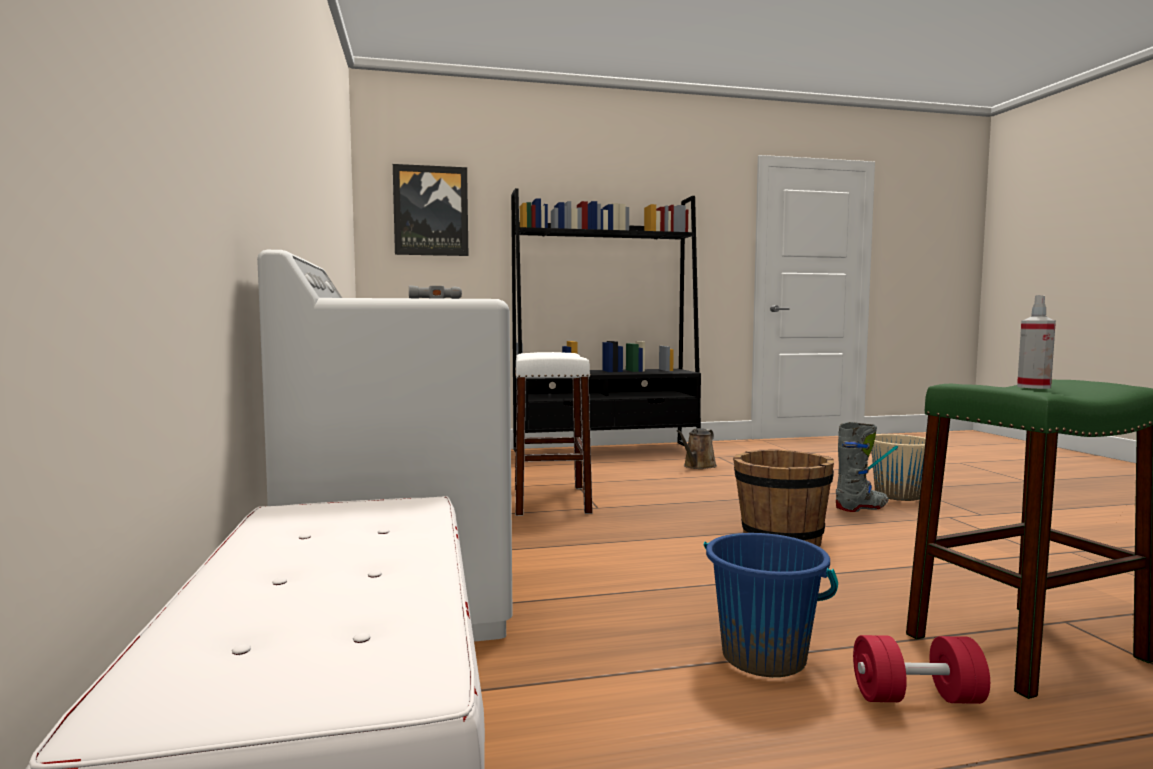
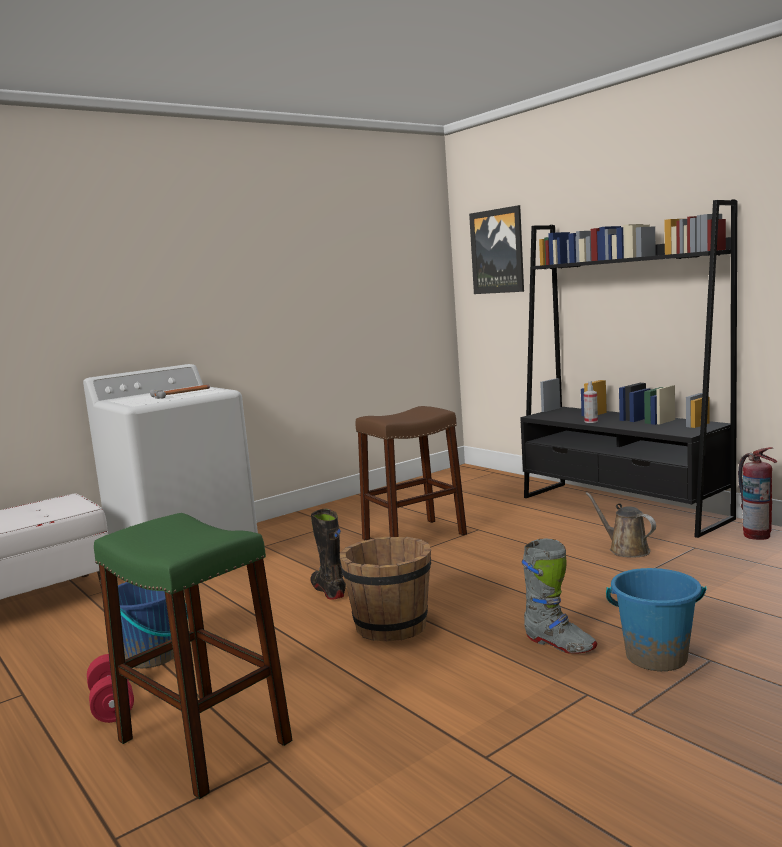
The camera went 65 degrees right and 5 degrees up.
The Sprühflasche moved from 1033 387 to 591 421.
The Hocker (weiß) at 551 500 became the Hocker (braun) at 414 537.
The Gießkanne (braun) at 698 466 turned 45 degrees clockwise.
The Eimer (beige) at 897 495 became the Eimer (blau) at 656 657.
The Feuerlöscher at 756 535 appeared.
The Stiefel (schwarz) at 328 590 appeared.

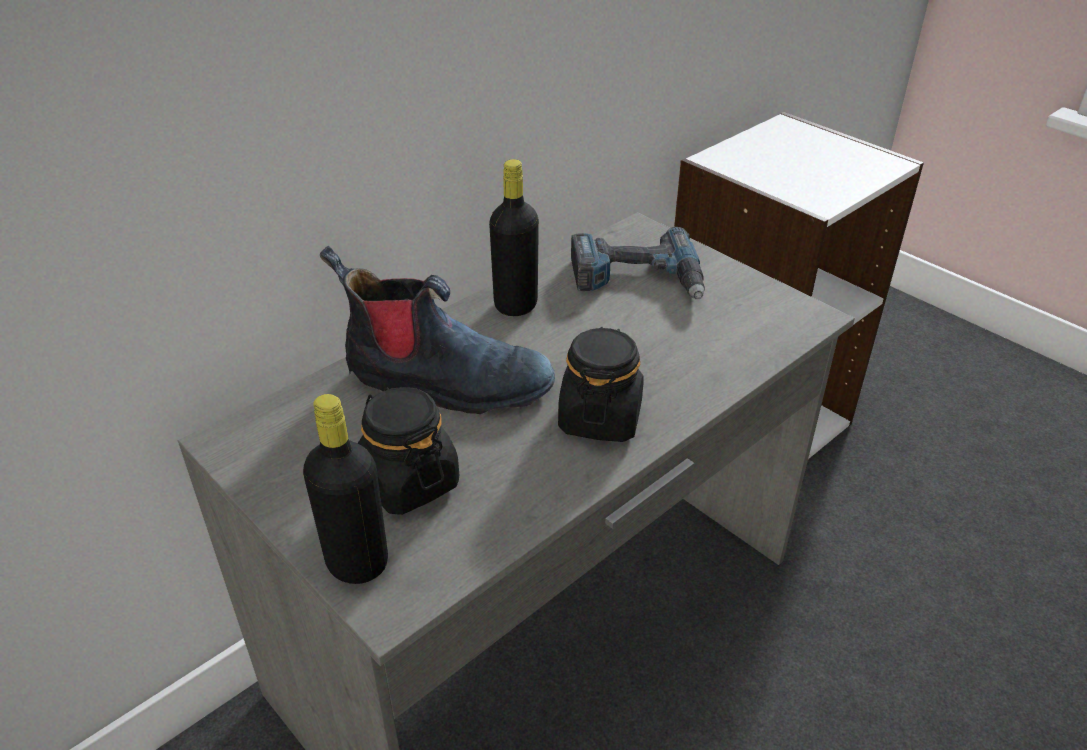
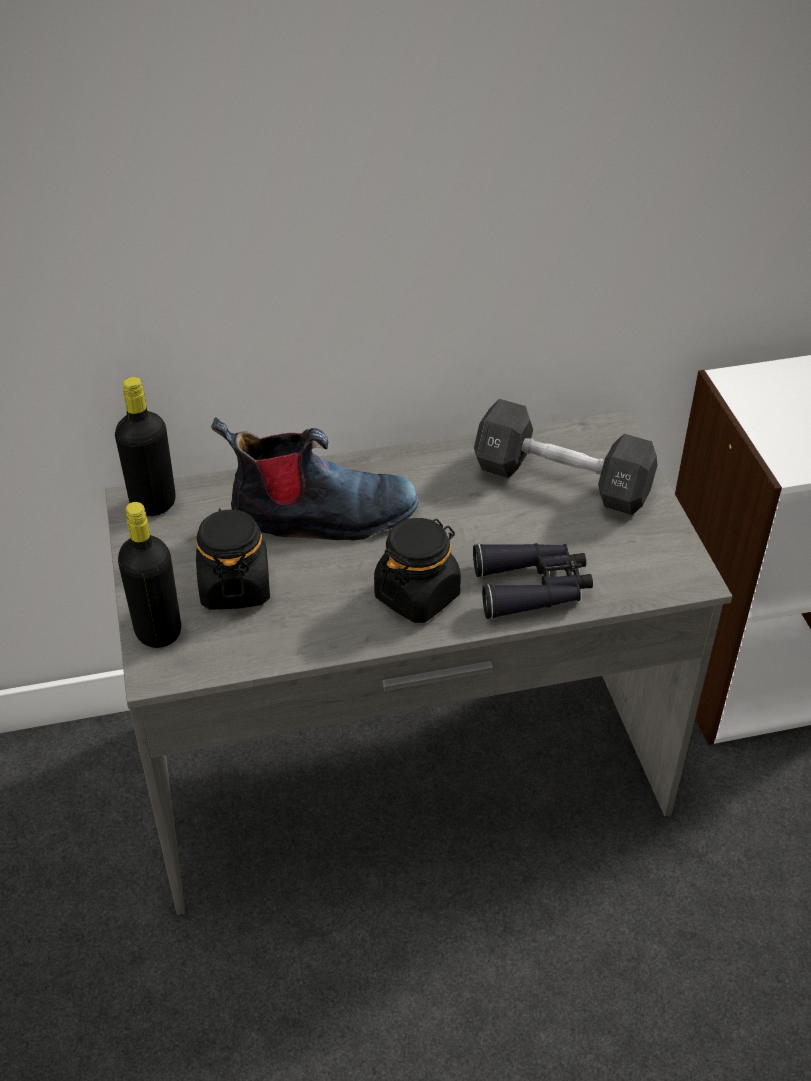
The camera went 30 degrees right and 5 degrees up.
The Flasche (schwarz) moved from 515 305 to 153 504.
The Bohrmaschine at 637 279 was replaced by the Hantel (schwarz) at 562 481.
The Stiefel at 445 384 turned 45 degrees counterclockwise.
The Fernglas (schwarz) at 532 588 appeared.

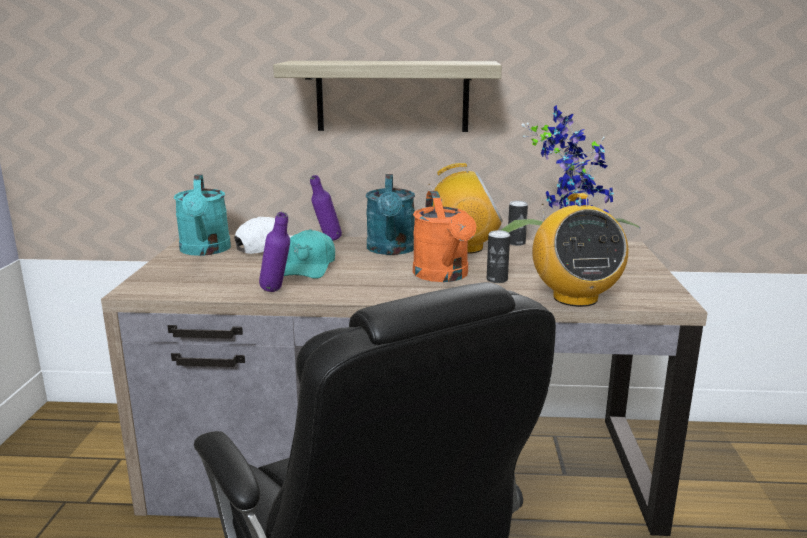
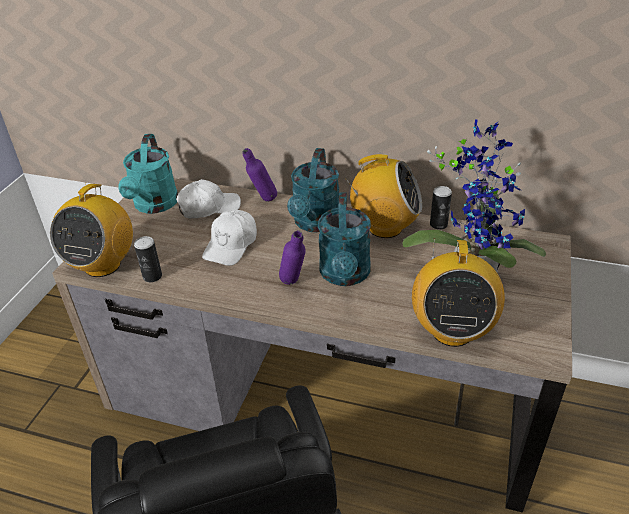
The camera went 15 degrees right and 20 degrees up.
The Wandregal at 392 96 disappeared.
The Gießkanne (orange) at 444 276 became the Gießkanne (türkis) at 345 275.
The Flasche (lila) moved from 277 292 to 294 285.
The Kappe (türkis) at 308 267 became the Kappe (weiß) at 231 245.
The Dose moved from 497 279 to 152 276.
The Radio at 102 265 appeared.

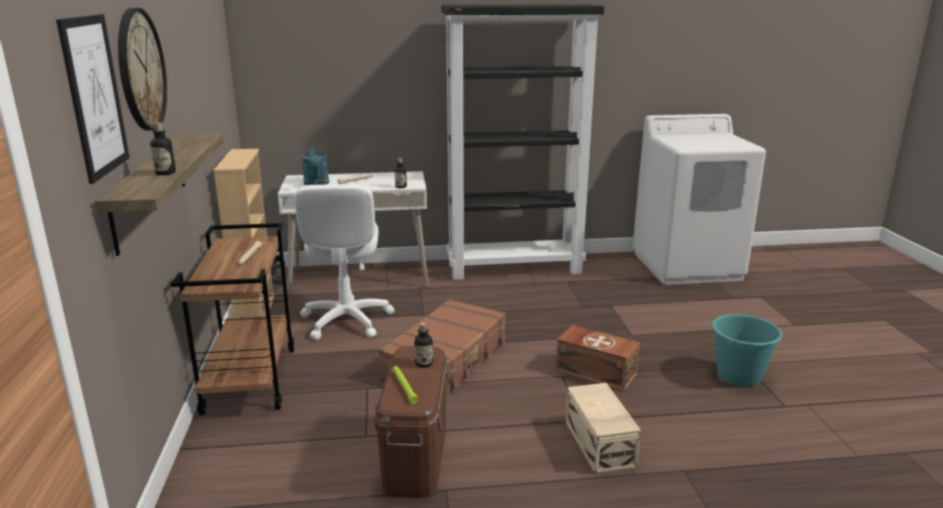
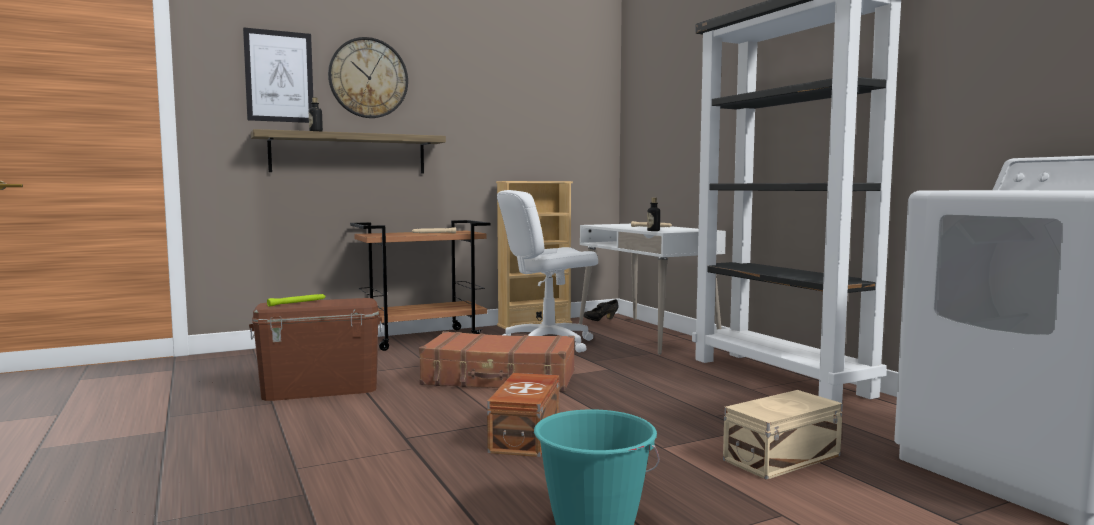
The camera went 70 degrees right and 15 degrees down.
The Gießkanne (türkis) at 316 184 disappeared.
The Flasche at 424 364 disappeared.
The Aufbewahrungsbox (beige) moved from 598 444 to 779 457.

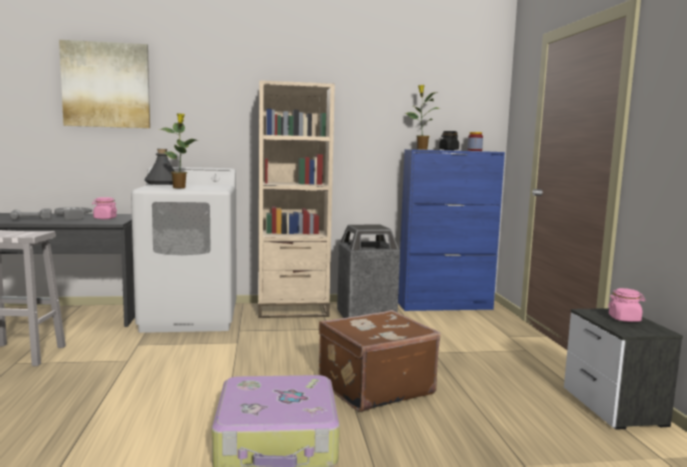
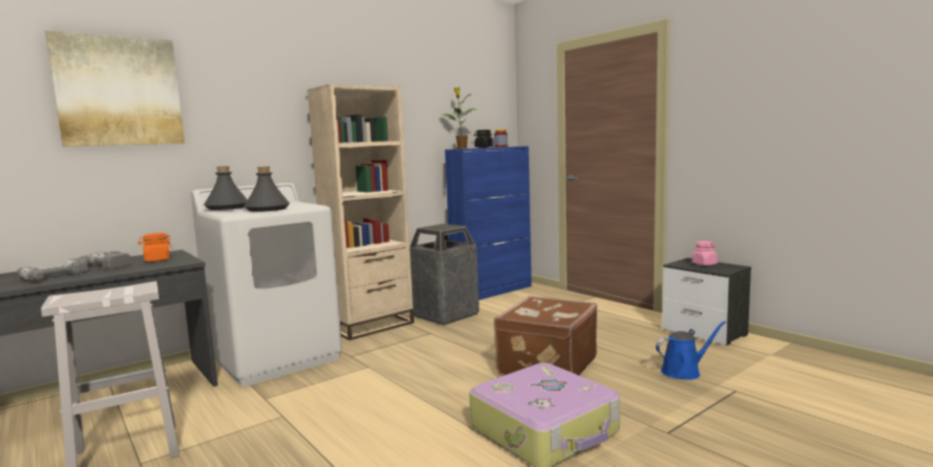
The camera went 30 degrees left and 0 degrees up.
The Topfpflanze at 180 188 was replaced by the Flasche (grau) at 267 209.
The Vorratsglas (rosa) at 105 218 became the Vorratsglas (orange) at 157 260.
The Gießkanne (blau) at 684 371 appeared.

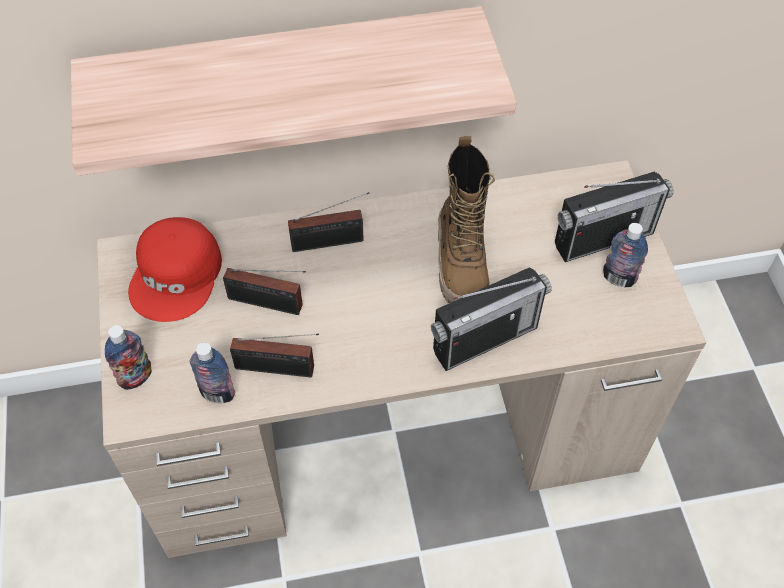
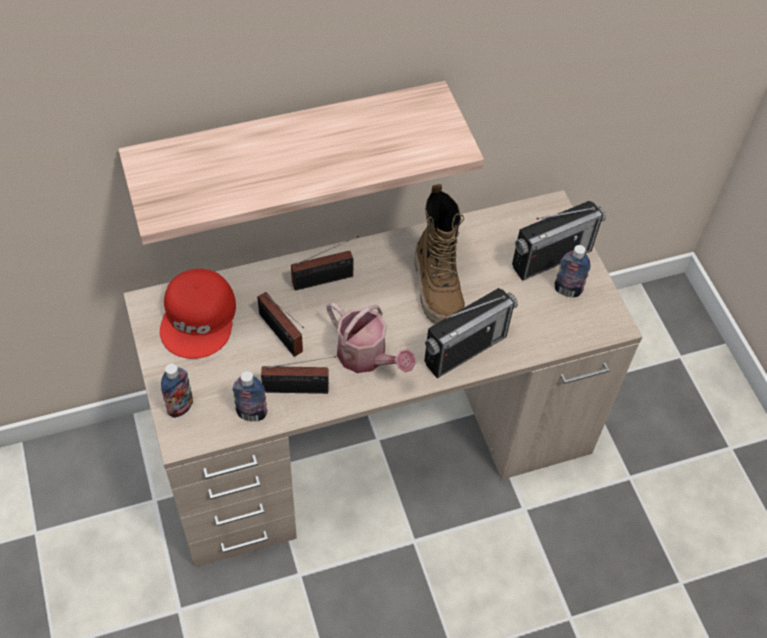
The camera went 10 degrees left and 0 degrees up.
The Radio at 269 304 turned 45 degrees clockwise.
The Gießkanne at 367 357 appeared.

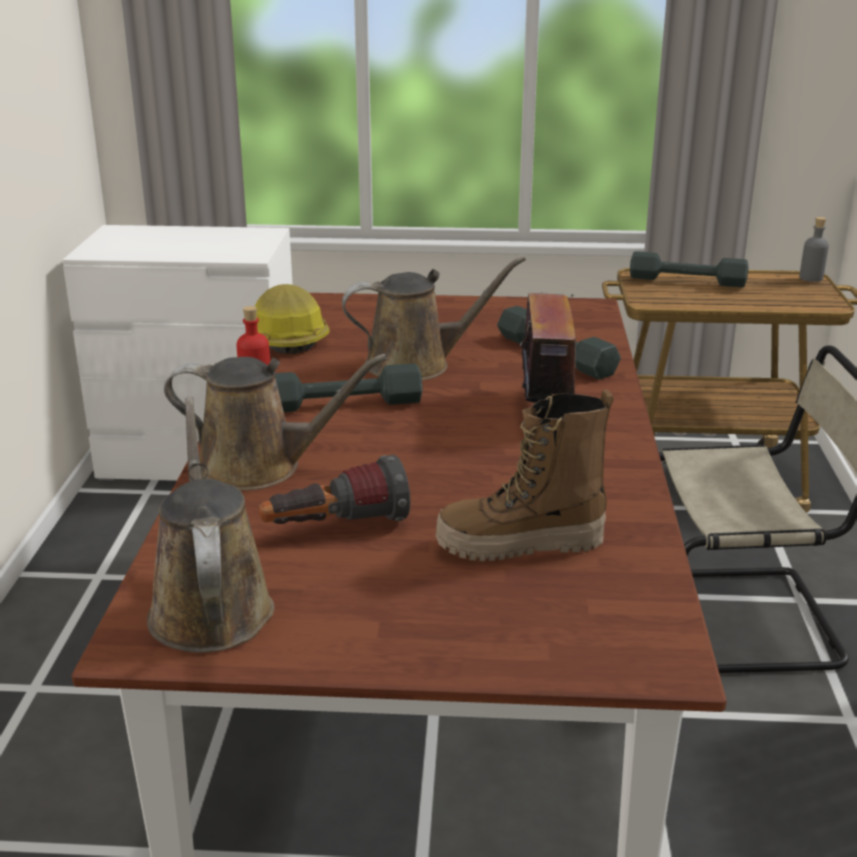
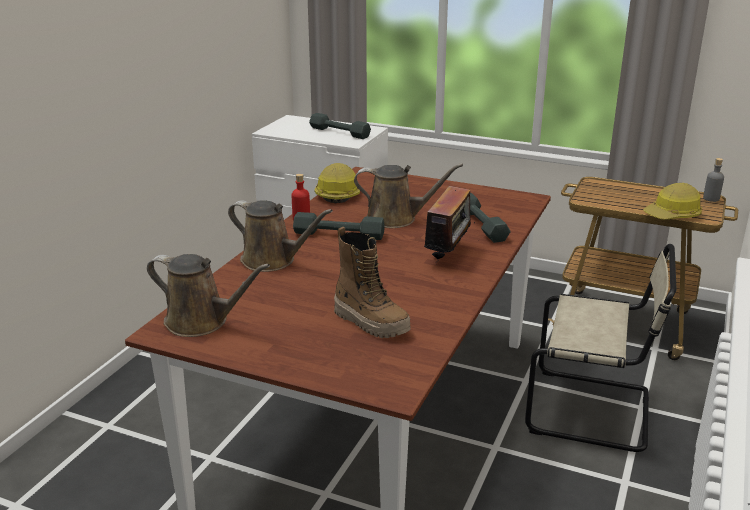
The camera went 20 degrees right and 0 degrees up.
The Hantel (grau) moved from 687 281 to 339 132.
The Stiefel at 520 545 turned 150 degrees counterclockwise.
The Gießkanne (braun) at 210 606 turned 105 degrees clockwise.
The Taschenlampe at 335 529 disappeared.
The Schutzhelm at 673 215 appeared.

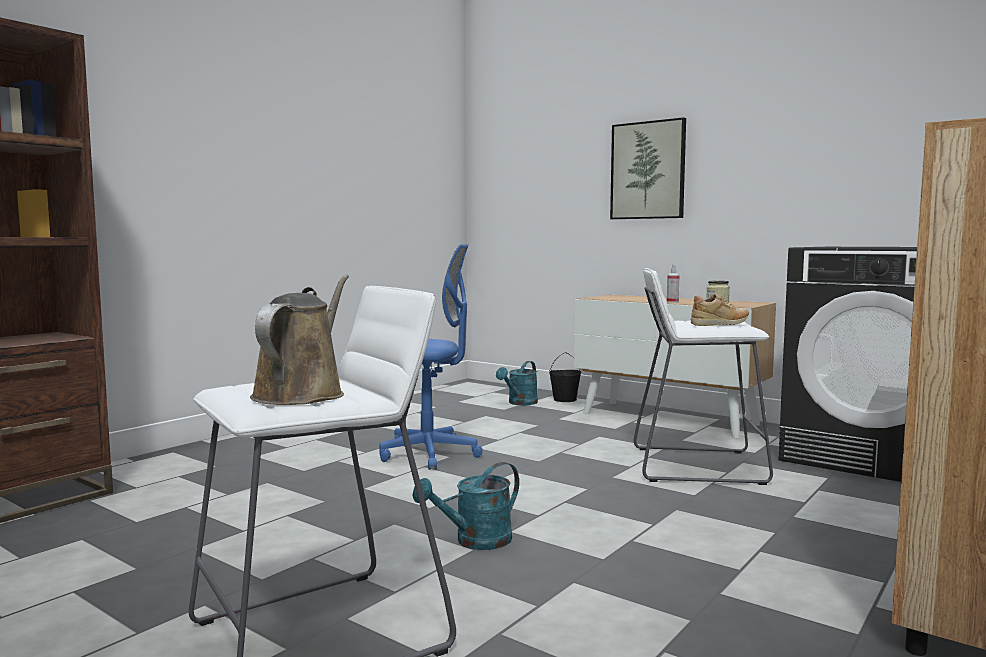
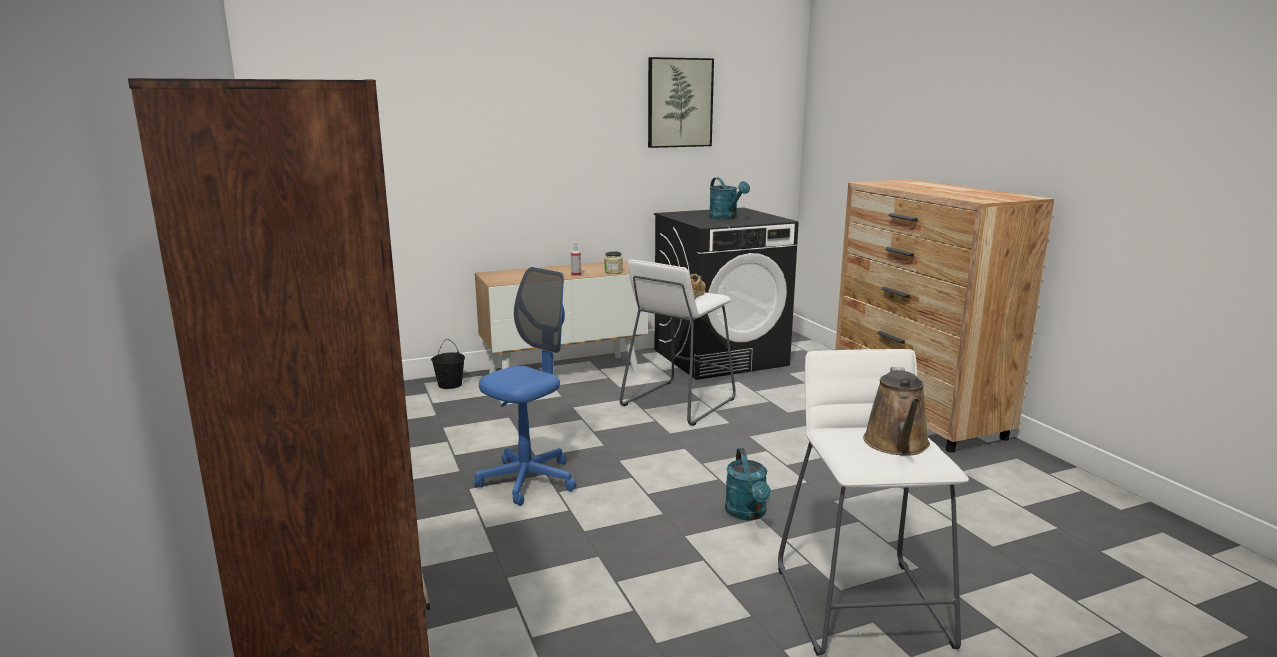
The camera went 60 degrees left and 10 degrees up.
The Bild moved from 648 170 to 679 103.
The Gießkanne (braun) at 302 394 turned 120 degrees counterclockwise.
The Gießkanne (türkis) moved from 520 403 to 726 218.

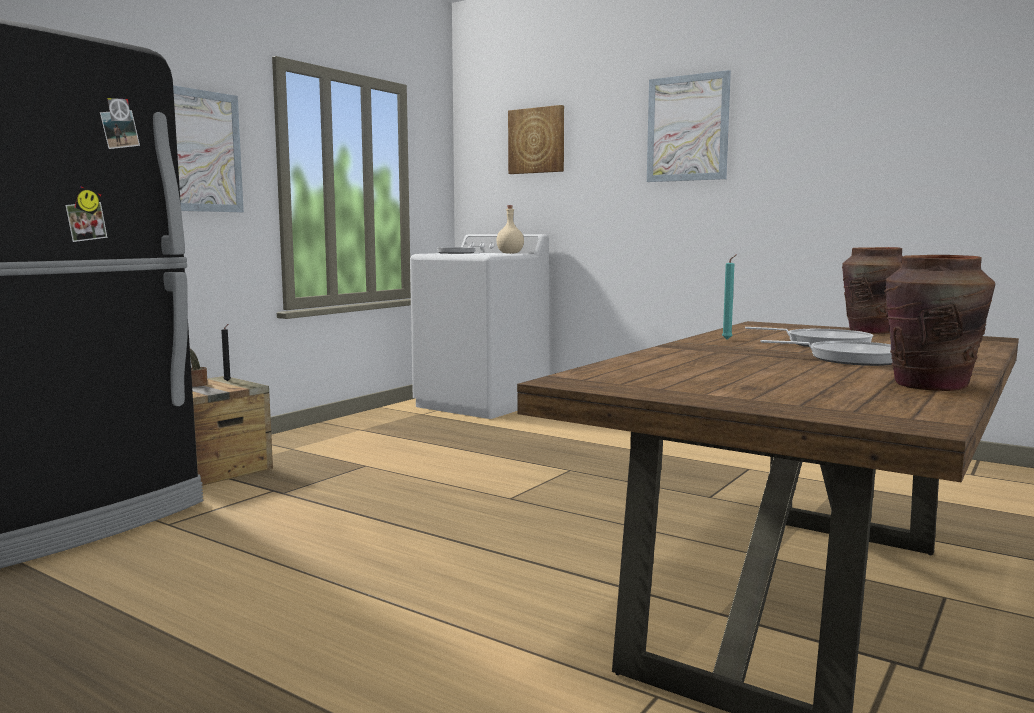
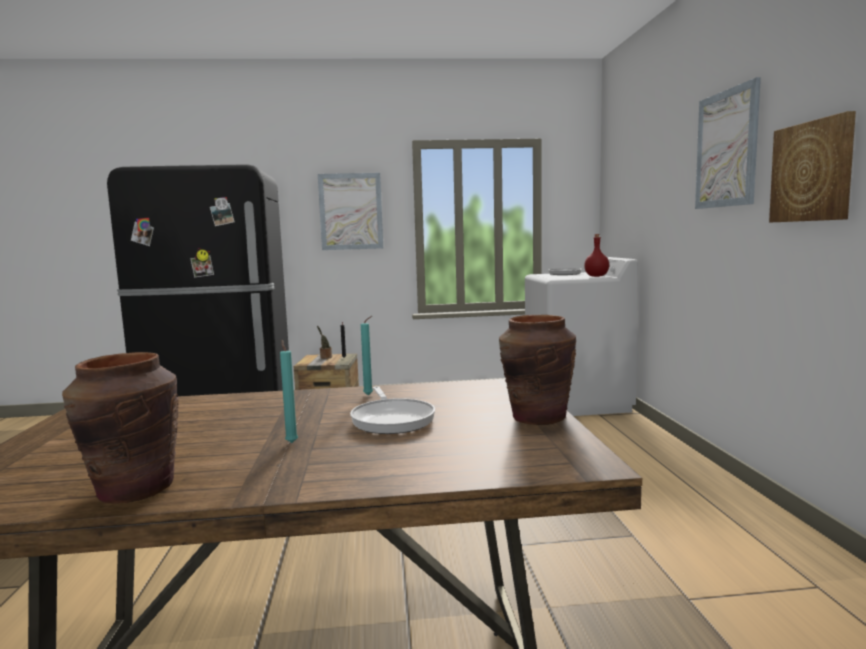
The camera went 50 degrees right and 0 degrees up.
The Bild moved from 537 140 to 812 172.
The Flasche (beige) at 509 253 became the Flasche (rot) at 596 276.
The Pfanne at 849 359 was replaced by the Kerze (türkis) at 291 442.

